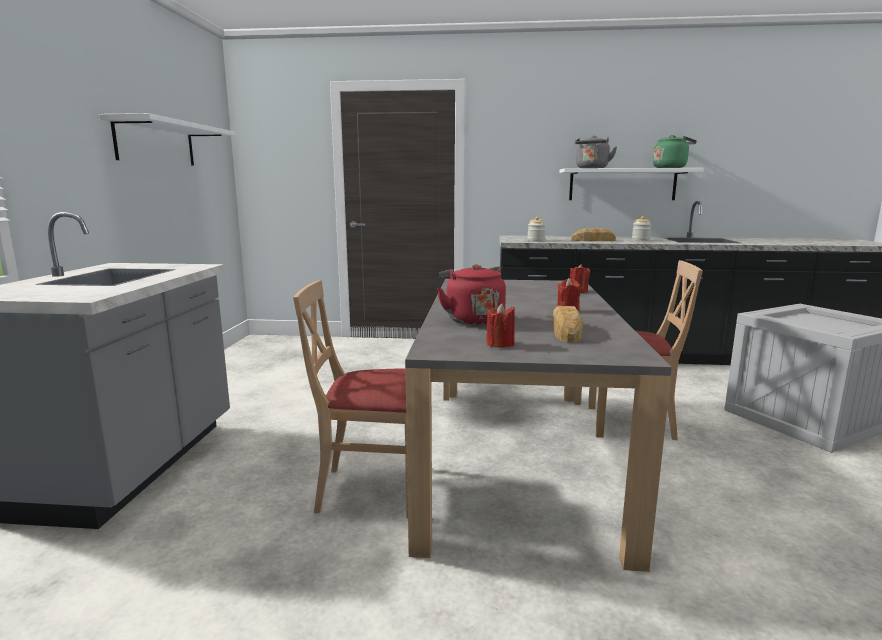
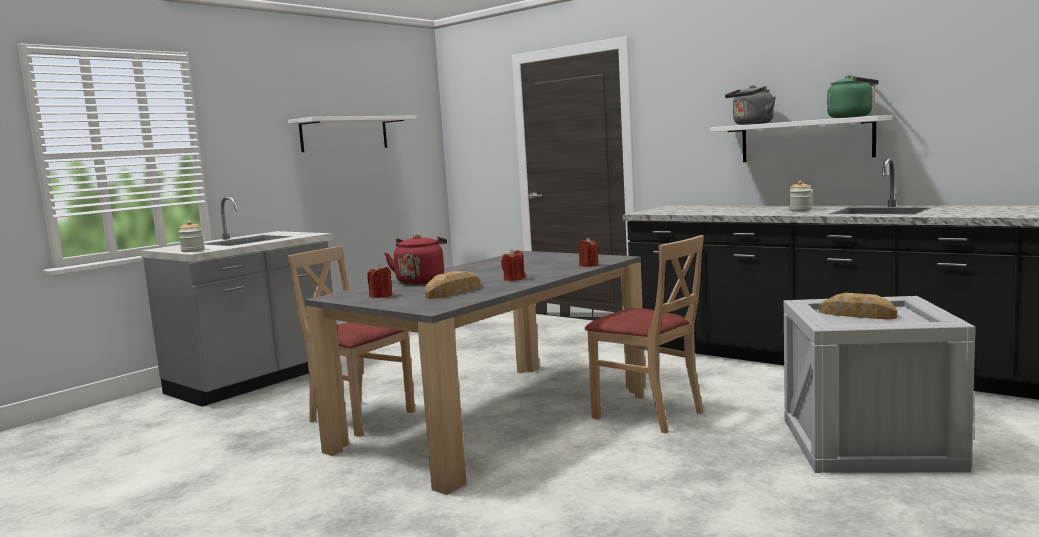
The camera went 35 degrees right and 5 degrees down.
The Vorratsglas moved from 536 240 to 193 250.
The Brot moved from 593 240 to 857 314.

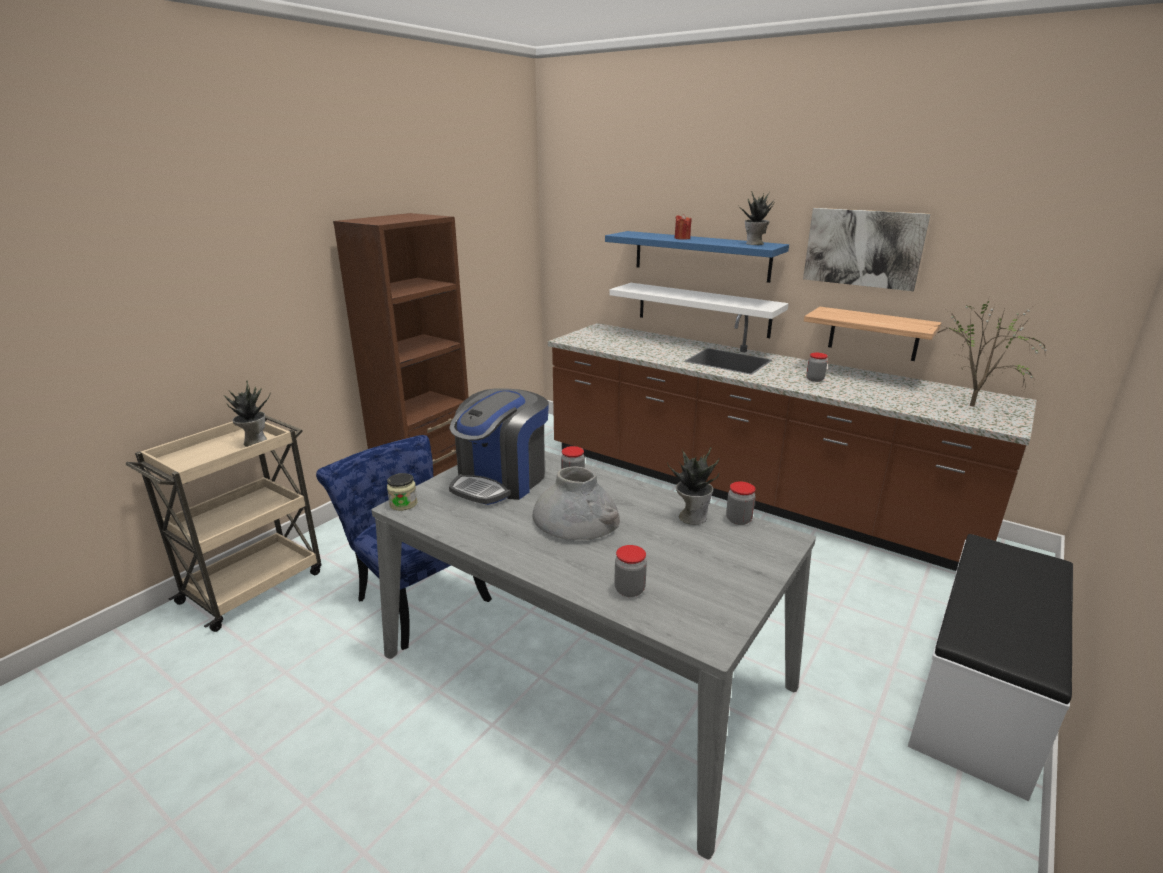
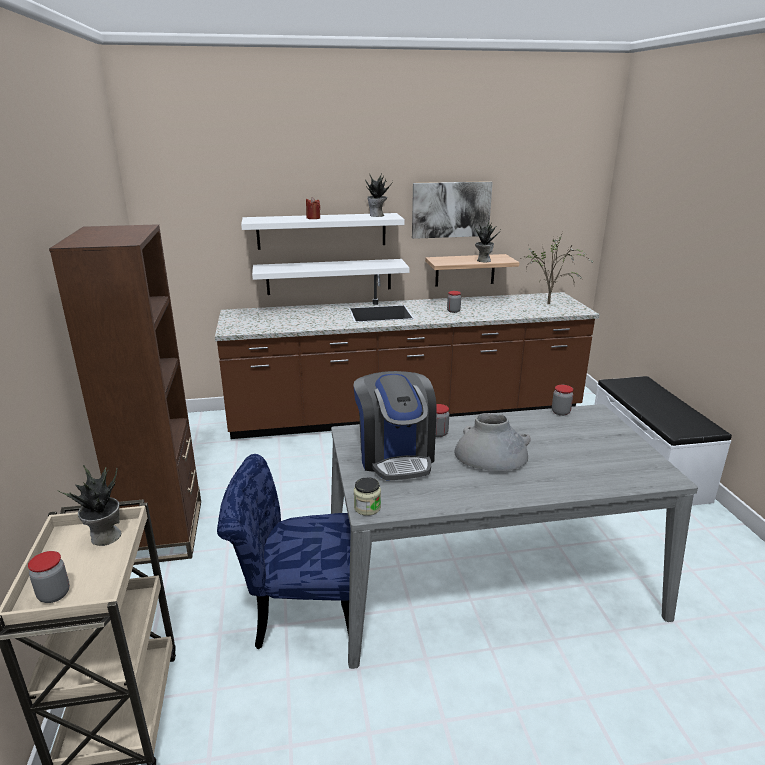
The camera went 45 degrees left and 0 degrees up.
The Wandregal (blau) at 701 256 became the Wandregal (weiß) at 321 231.
The Topfpflanze moved from 691 517 to 483 260.
The Vorratsglas moved from 629 590 to 54 594.

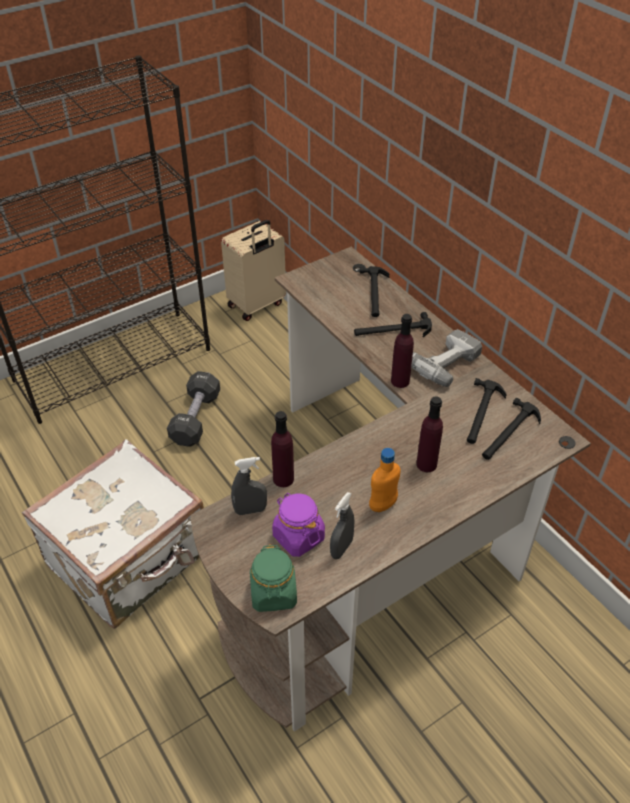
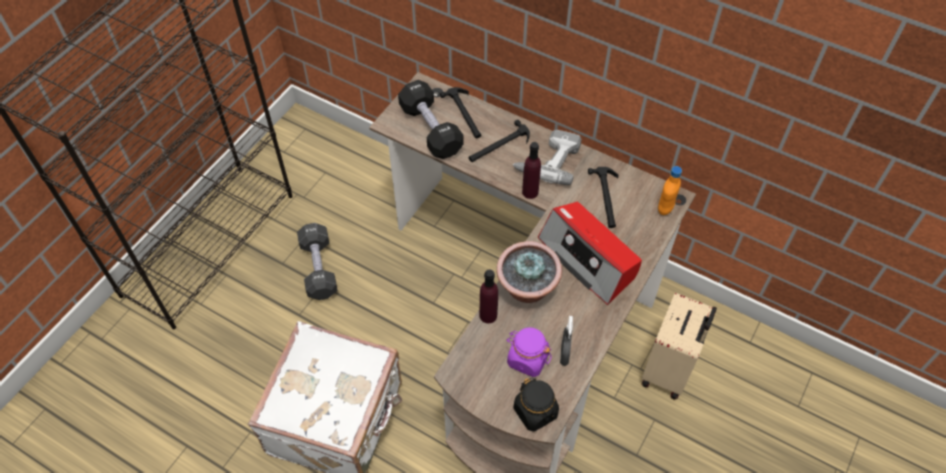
The camera went 25 degrees left and 10 degrees up.
The Koffer (beige) moved from 257 305 to 669 370.
The Flasche (lila) at 426 464 was replaced by the Radio at 588 259.
The Hammer at 509 433 disappeared.
The Flasche (orange) moved from 383 505 to 665 208.
The Sprühflasche (grau) at 250 510 disappeared.
The Vorratsglas (grün) at 274 593 became the Vorratsglas (schwarz) at 535 412.
The Hantel (schwarz) at 431 130 appeared.
The Topfpflanze at 527 289 appeared.

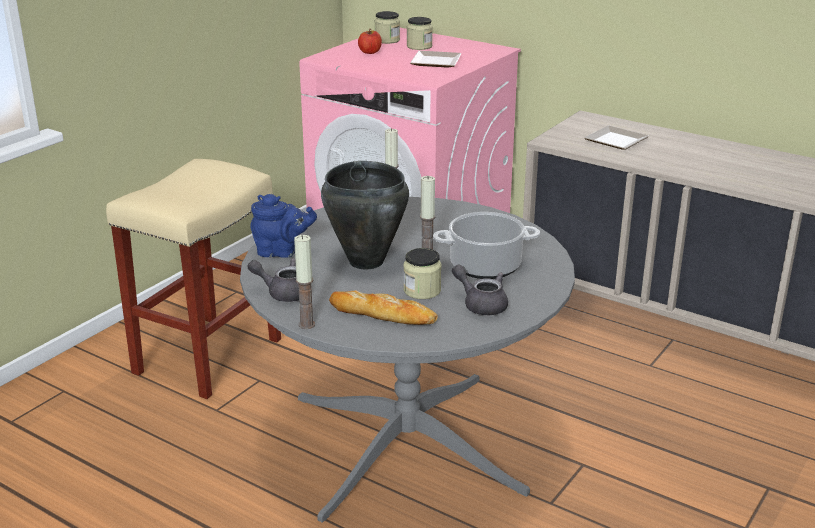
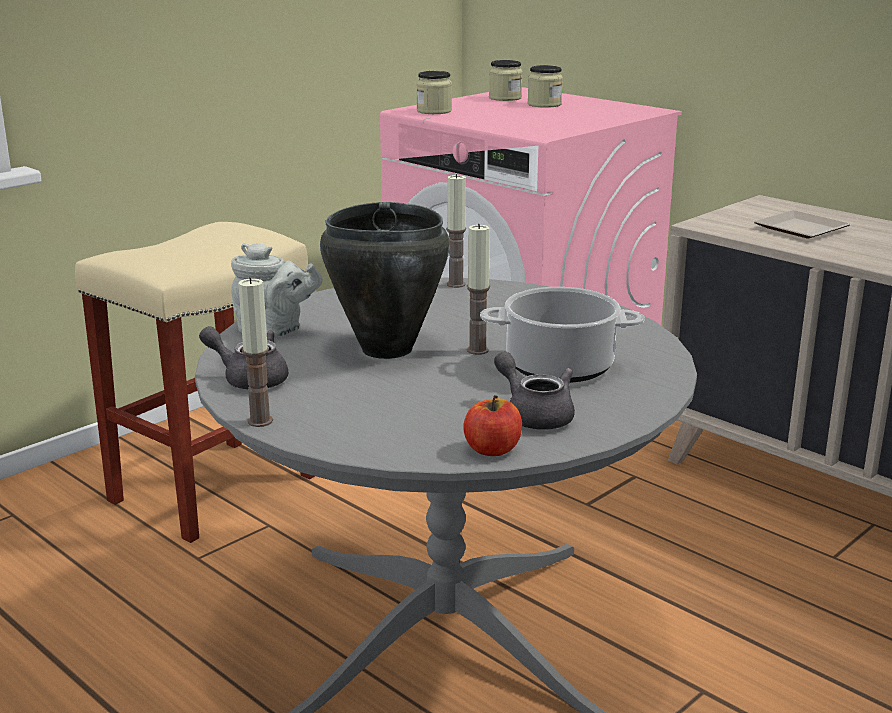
The camera went 10 degrees right and 5 degrees down.
The Apfel moved from 370 52 to 492 450.
The Teller at 434 61 disappeared.
The Teekanne (blau) at 282 252 became the Teekanne (grau) at 274 330.
The Vorratsglas moved from 422 290 to 434 111.
The Brot at 382 314 disappeared.

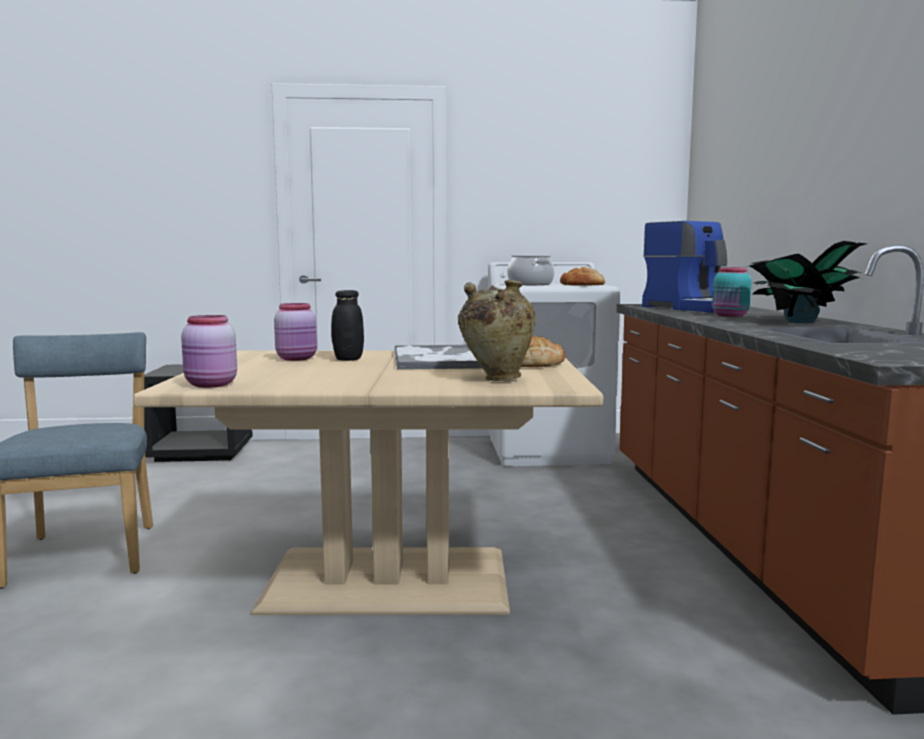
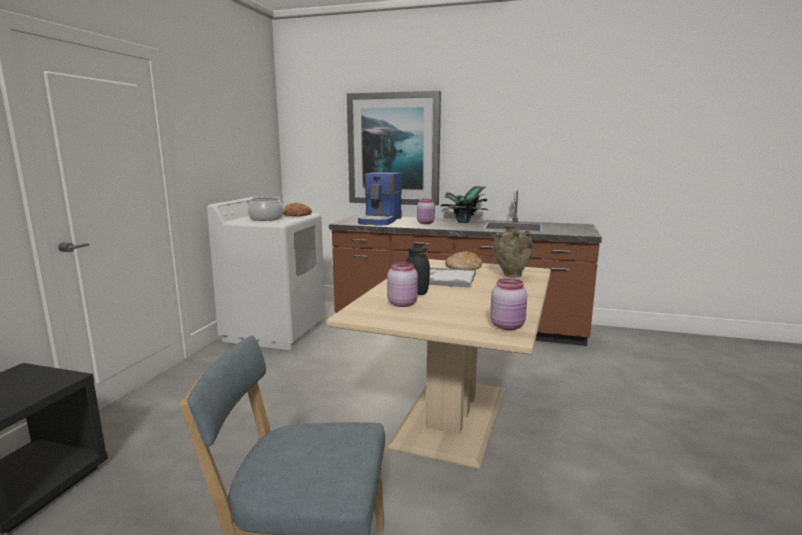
The camera went 70 degrees left and 5 degrees up.
The Kaffeemaschine at 695 308 turned 120 degrees clockwise.
The Vorratsglas (türkis) at 730 315 became the Vorratsglas (rosa) at 426 223.
The Bild at 394 149 appeared.

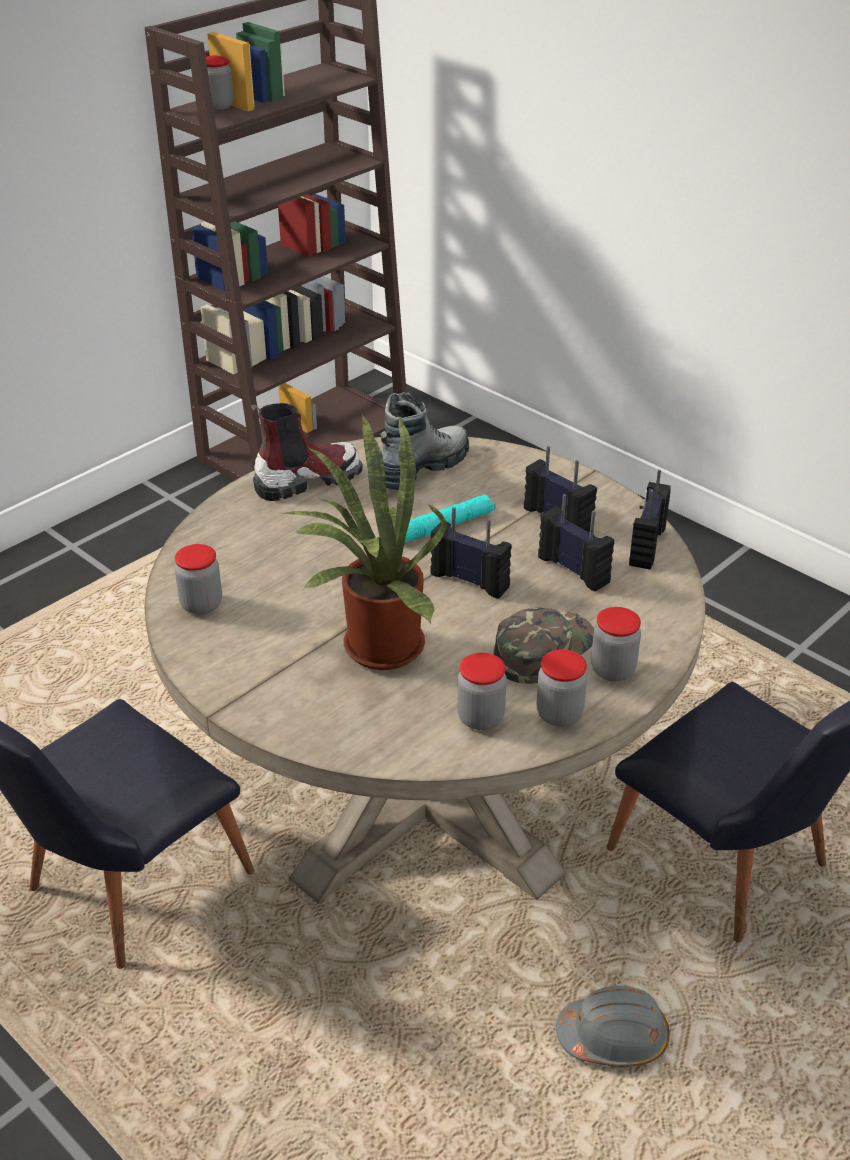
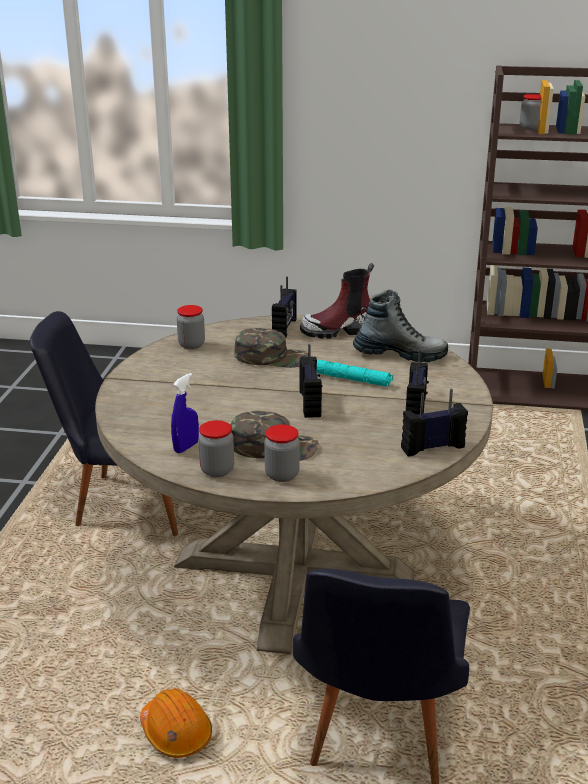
The camera went 55 degrees right and 10 degrees down.
The Stiefel at 307 480 turned 135 degrees clockwise.
The Topfpflanze at 374 647 disappeared.
The Radio moved from 574 569 to 285 328.
The Vorratsglas at 480 718 was replaced by the Sprühflasche (blau) at 186 447.
The Schutzhelm (grau) at 613 1037 became the Schutzhelm (orange) at 176 732.
The Kappe (grün) at 271 357 appeared.

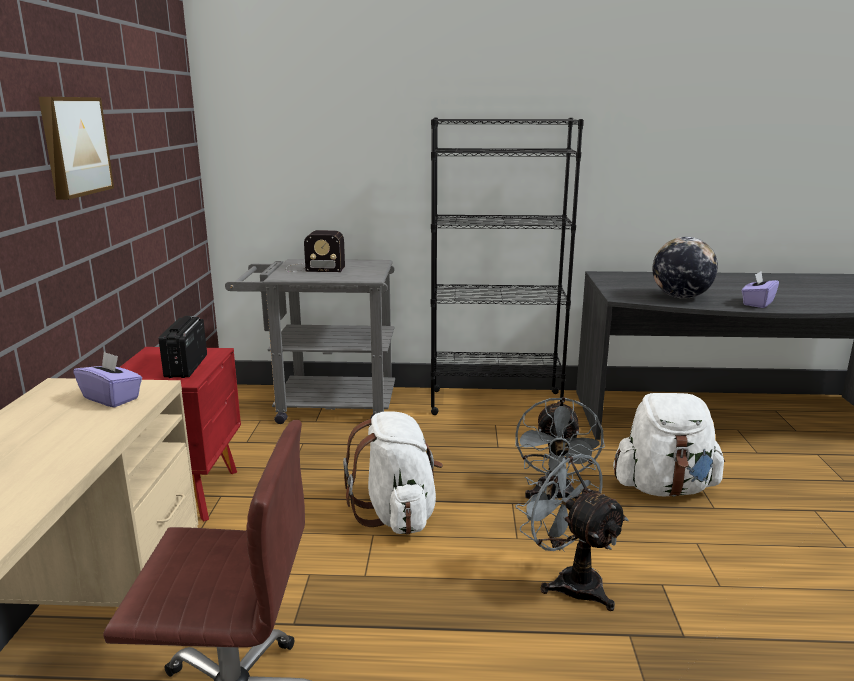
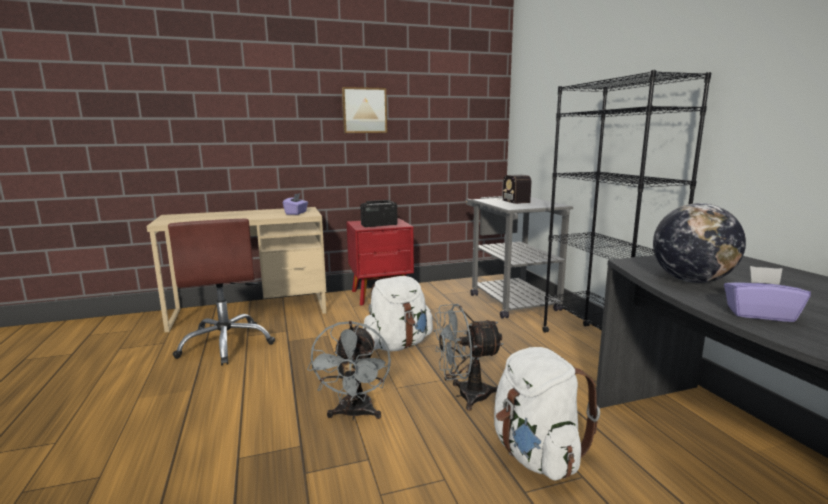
The camera went 70 degrees right and 5 degrees down.
The Ventilator (grau) at 570 581 turned 150 degrees clockwise.

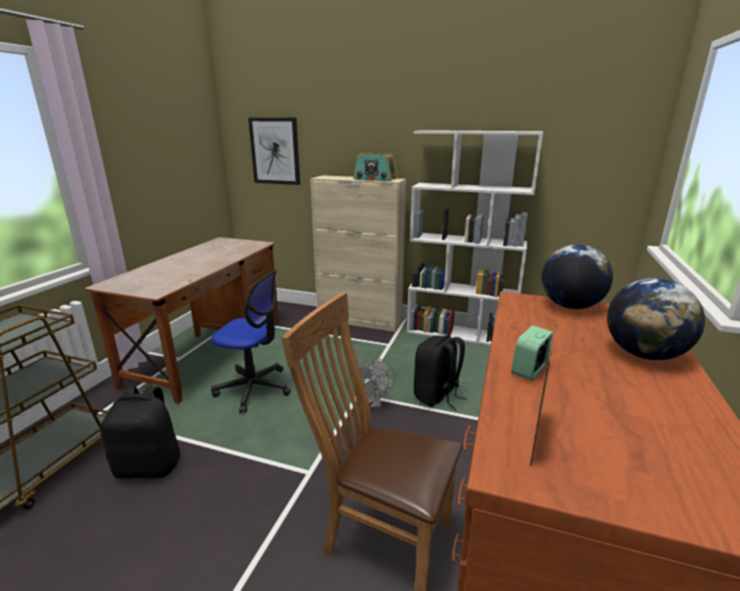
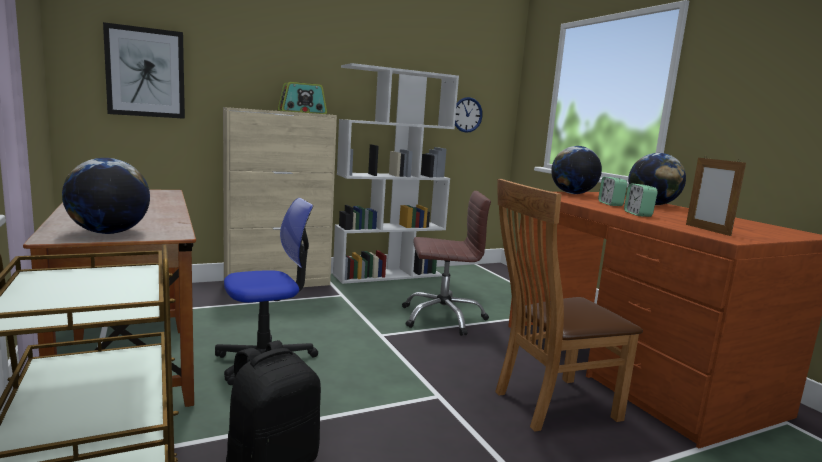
The camera went 45 degrees left and 10 degrees down.
The Rucksack (schwarz) at 437 396 was replaced by the Bürostuhl (braun) at 442 317.
The Ventilator (grau) at 373 403 disappeared.
The Wanduhr at 467 115 appeared.
The Globus at 109 233 appeared.
The Wecker at 610 204 appeared.

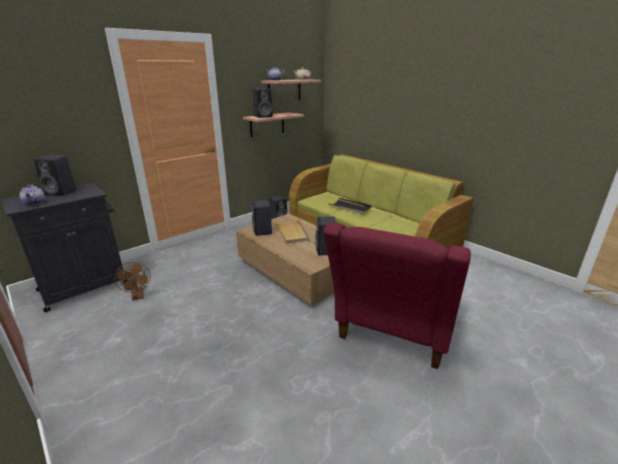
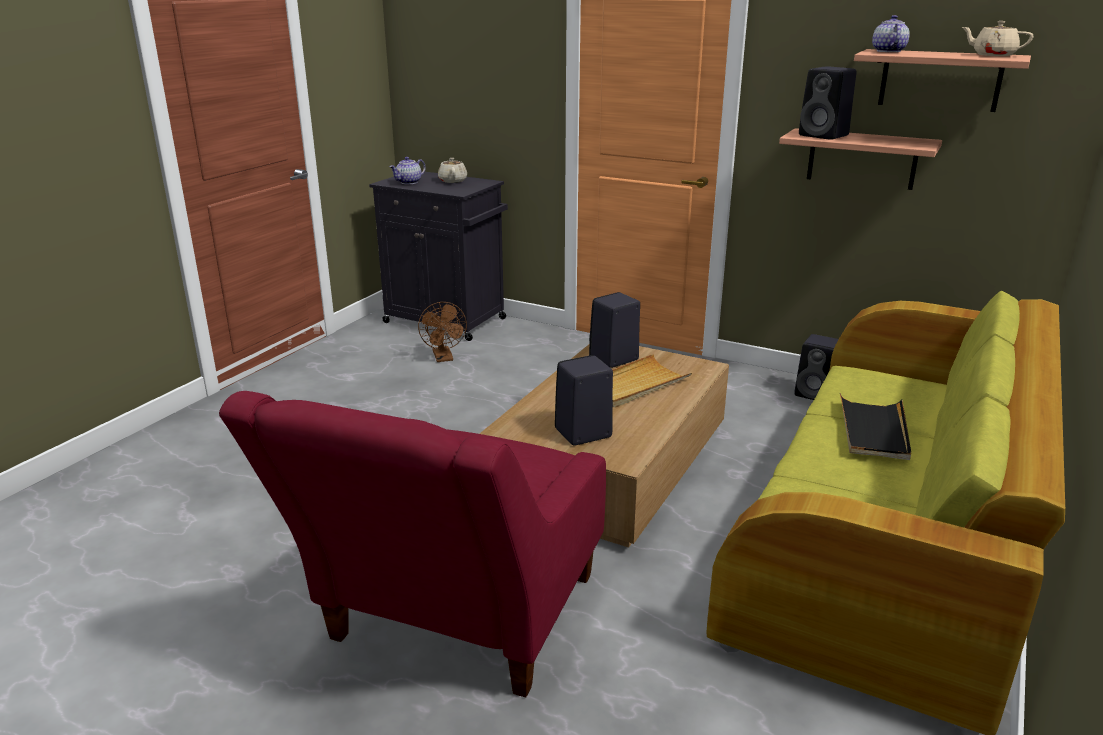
The camera went 70 degrees right and 0 degrees up.
The Lautsprecher (schwarz) at 61 192 was replaced by the Teekanne (beige) at 452 180.
The Sessel (rot) at 392 333 turned 75 degrees counterclockwise.
The Ventilator (braun) at 138 296 turned 60 degrees counterclockwise.

